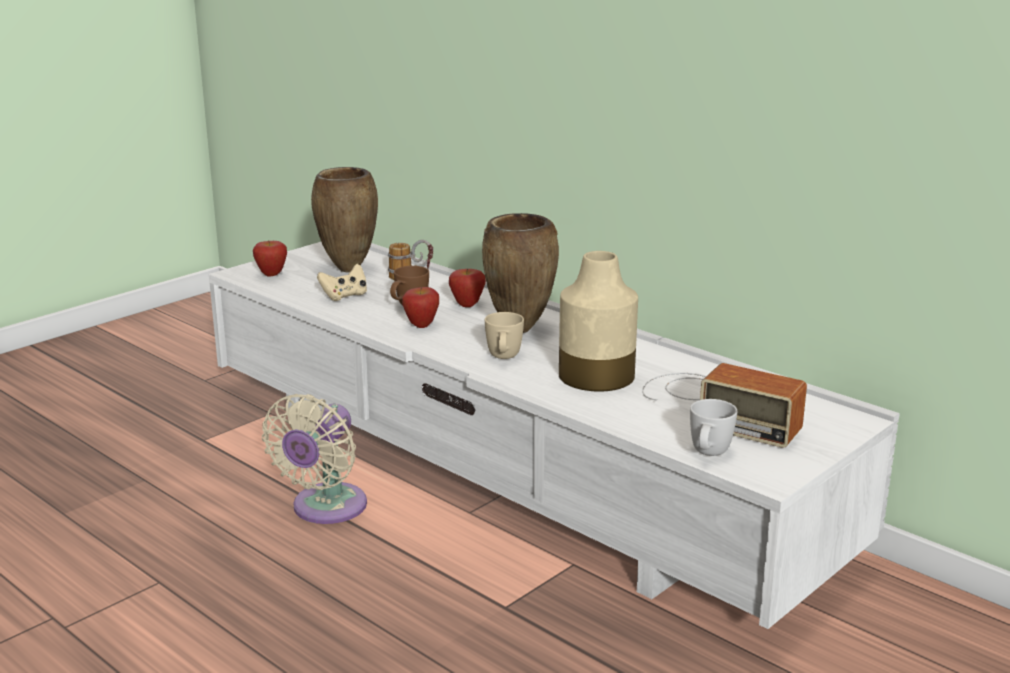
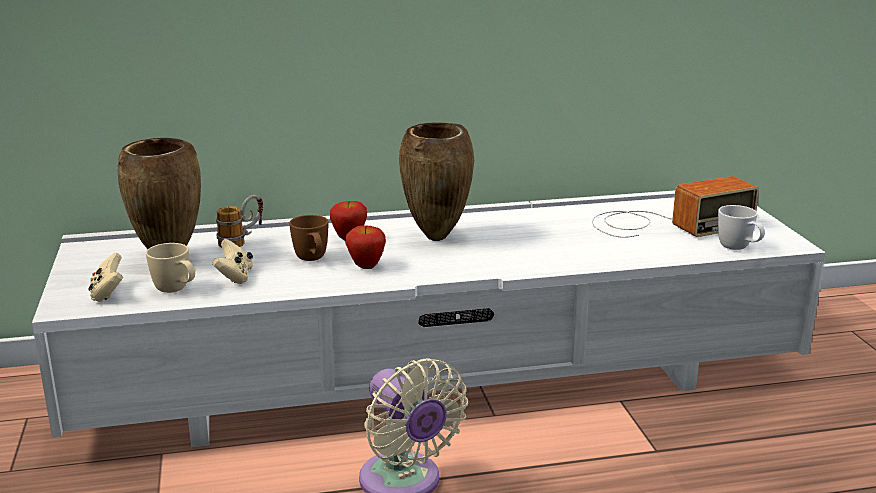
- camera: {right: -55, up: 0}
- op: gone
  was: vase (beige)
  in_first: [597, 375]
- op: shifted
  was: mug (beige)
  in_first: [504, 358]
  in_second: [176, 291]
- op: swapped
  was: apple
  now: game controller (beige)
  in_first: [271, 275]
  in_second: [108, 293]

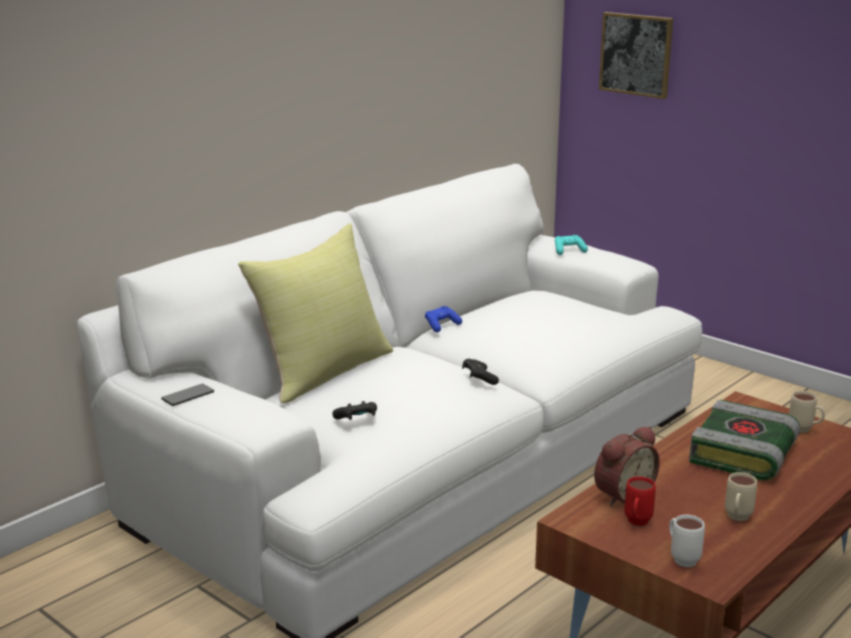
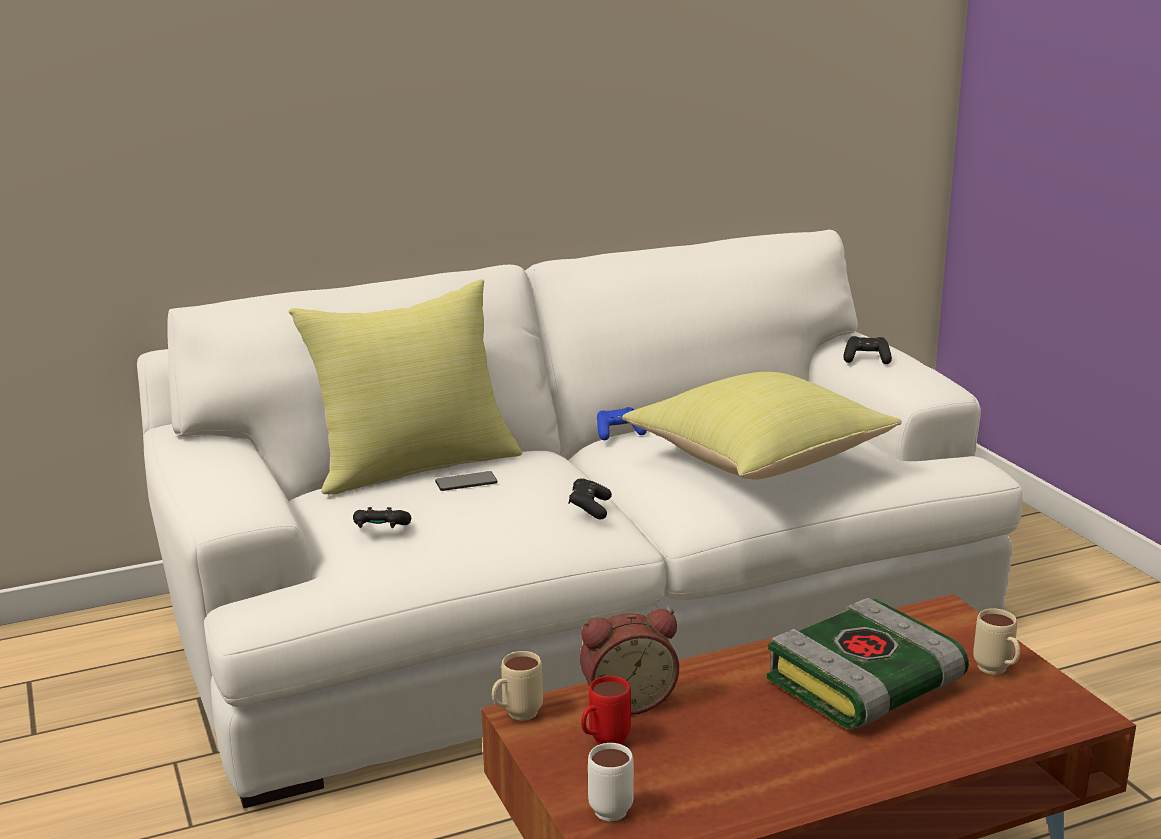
- camera: {right: 25, up: 0}
- op: gone
  was: picture
  in_first: [636, 54]
- op: new
  now: pillow (yellow)
  in_second: [758, 459]
- op: shifted
  was: phone
  in_first: [188, 396]
  in_second: [466, 482]
- op: shifted
  was: mug (beige)
  in_first: [737, 519]
  in_second: [516, 716]
- op: repainted
  was: game controller (turquoise)
  now: game controller (black)
  in_first: [569, 251]
  in_second: [866, 359]

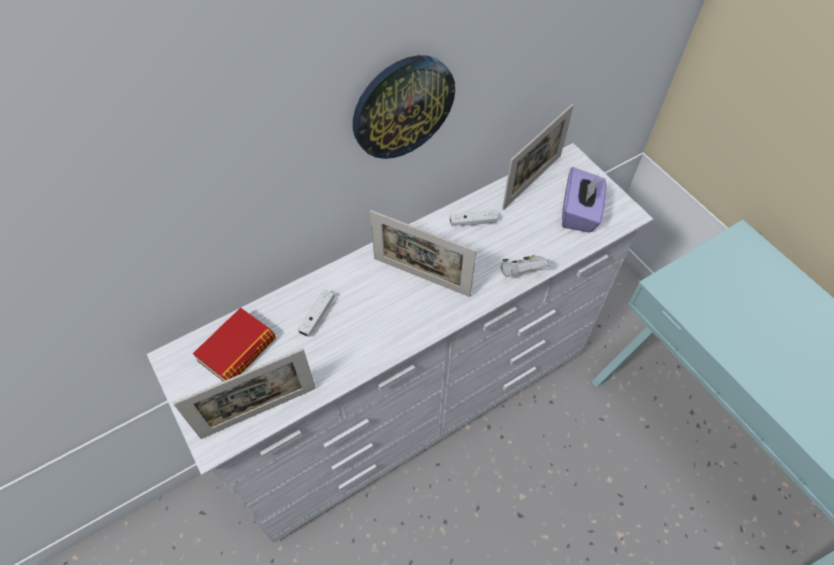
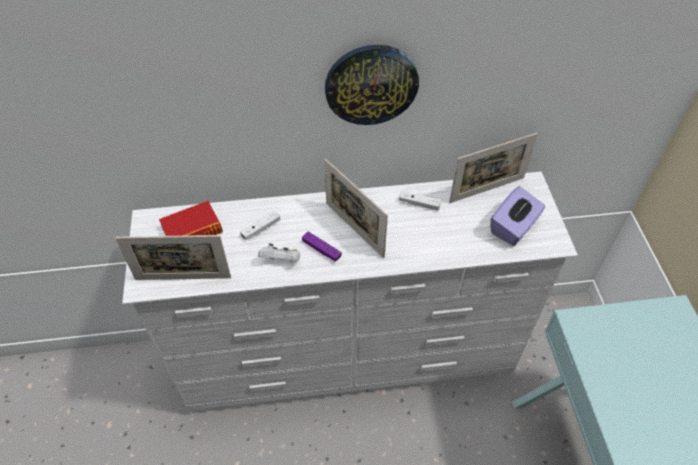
- camera: {right: 25, up: -5}
- op: new
  now: game controller (purple)
  in_second: [321, 250]
- op: shifted
  was: game controller (white)
  in_first: [520, 273]
  in_second: [281, 261]

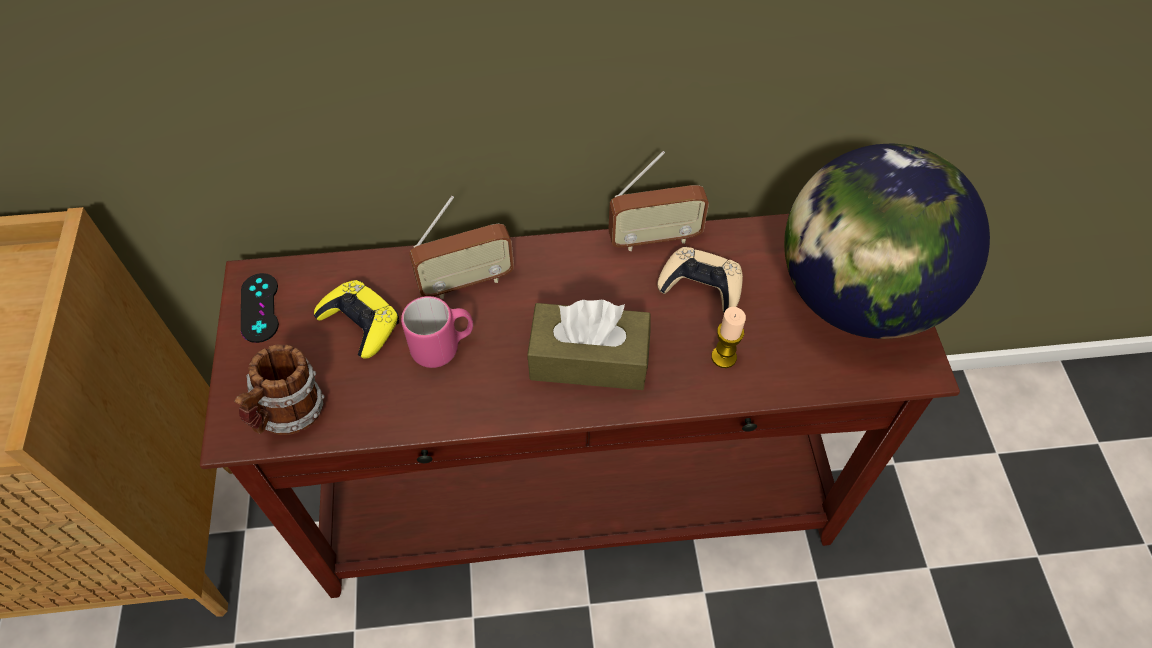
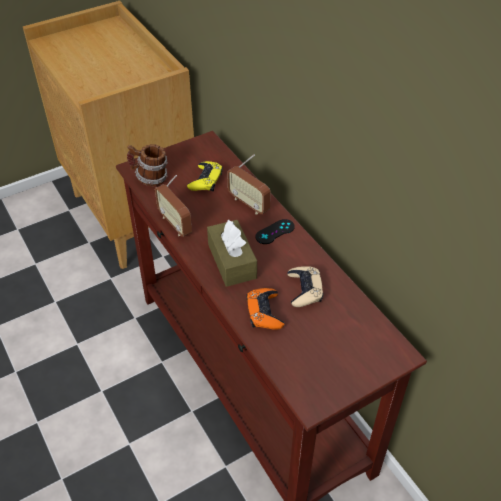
- camera: {right: 65, up: -10}
- op: gone
  was: mug (pink)
  in_first: [443, 347]
- op: gone
  was: globe
  in_first: [856, 297]
- op: shifted
  was: game controller (black)
  in_first: [260, 308]
  in_second: [275, 232]
- op: shifted
  was: radio
  in_first: [654, 239]
  in_second: [175, 224]
- op: swapped
  was: candle
  now: game controller (orange)
  in_first: [723, 357]
  in_second: [264, 312]

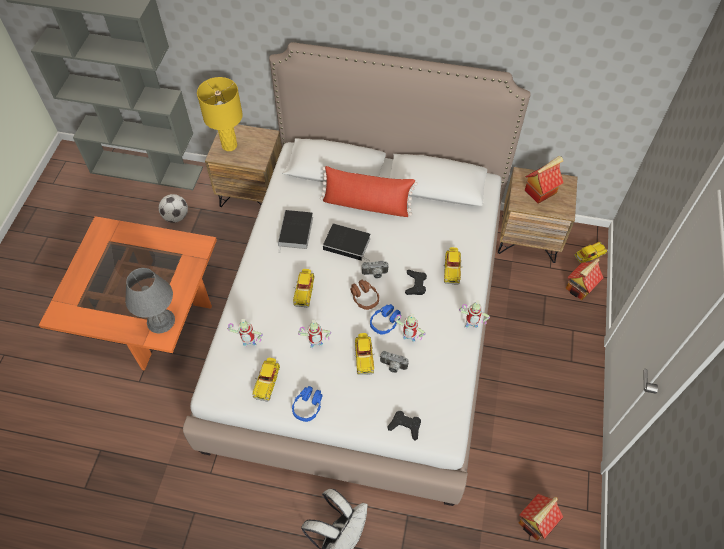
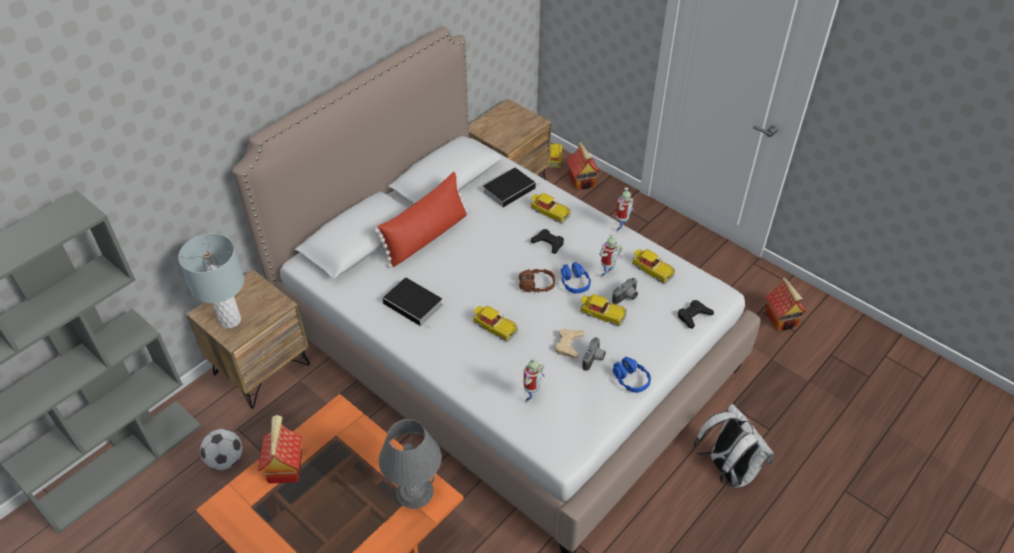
- camera: {right: -60, up: -10}
- op: shifted
  was: toy car
  in_first: [267, 381]
  in_second: [652, 270]
- op: shifted
  was: book
  in_first: [348, 244]
  in_second: [510, 189]
- op: shifted
  was: photo camera
  in_first: [375, 274]
  in_second: [594, 360]
- op: shifted
  was: toy house
  in_first: [540, 191]
  in_second: [284, 466]
- op: swapped
  was: toy robot
  now: game controller (beige)
  in_first: [316, 347]
  in_second: [569, 345]
- op: repainted
  was: table lamp (yellow)
  now: table lamp (grey)
  in_first: [229, 145]
  in_second: [231, 320]

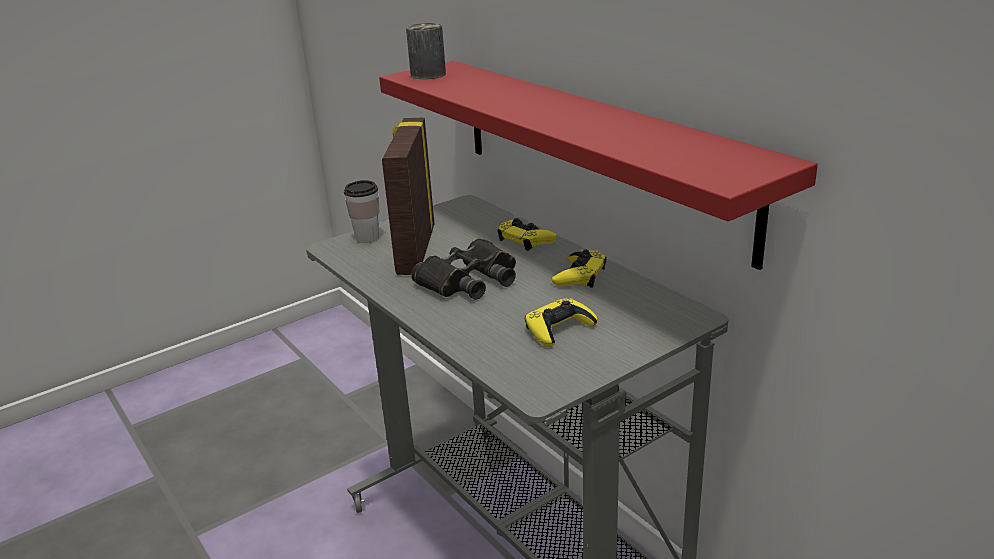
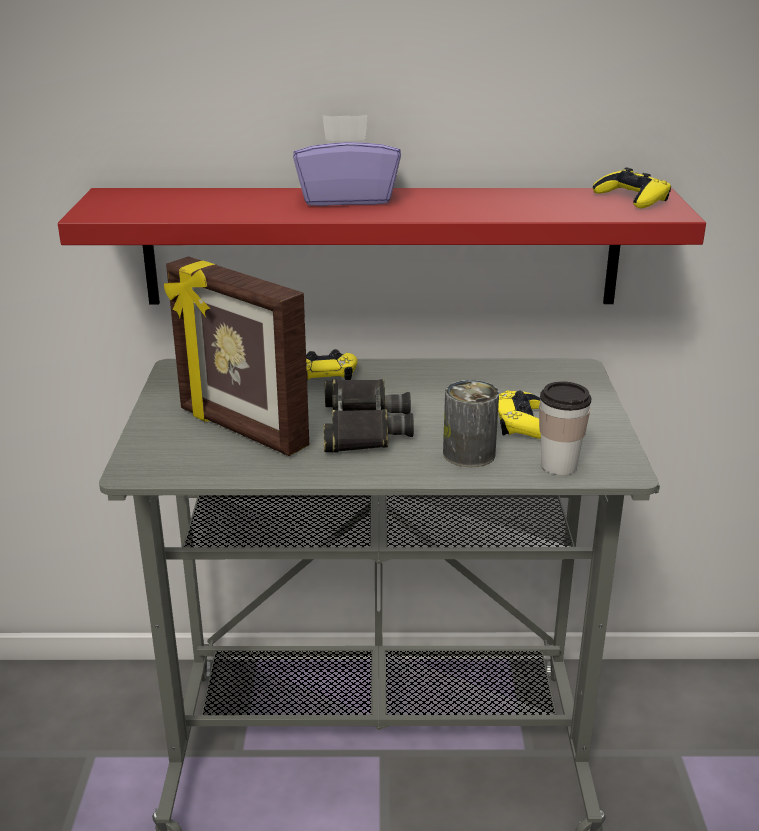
- camera: {right: -55, up: 0}
- op: new
  now: tissue box (purple)
  in_second: [346, 198]
- op: shifted
  was: cup
  in_first: [367, 237]
  in_second: [559, 466]
- op: shifted
  was: can
  in_first: [428, 74]
  in_second: [469, 454]
- op: shifted
  was: game controller (yellow)
  in_first: [580, 275]
  in_second: [632, 198]

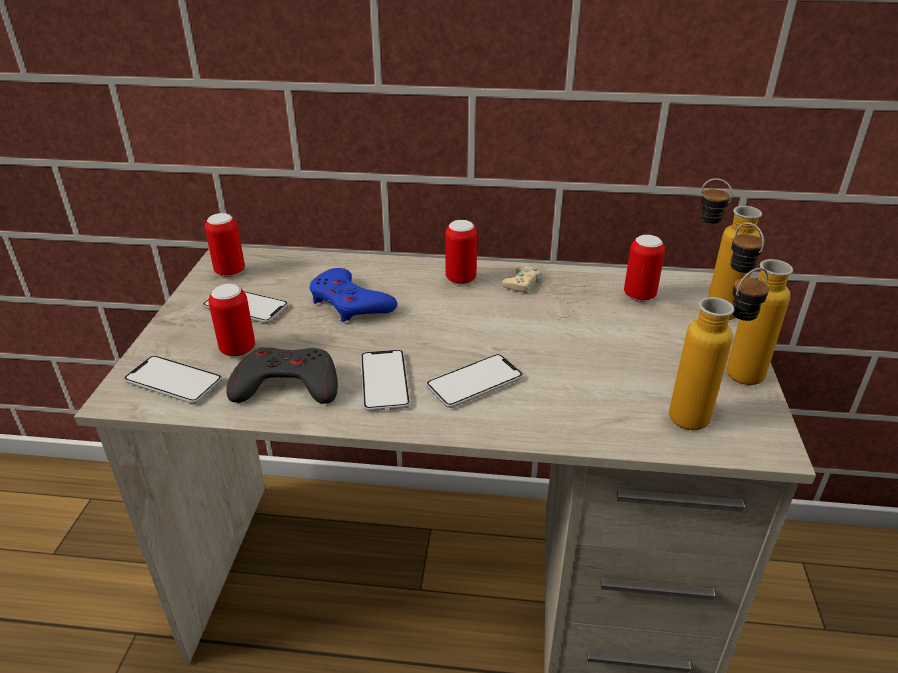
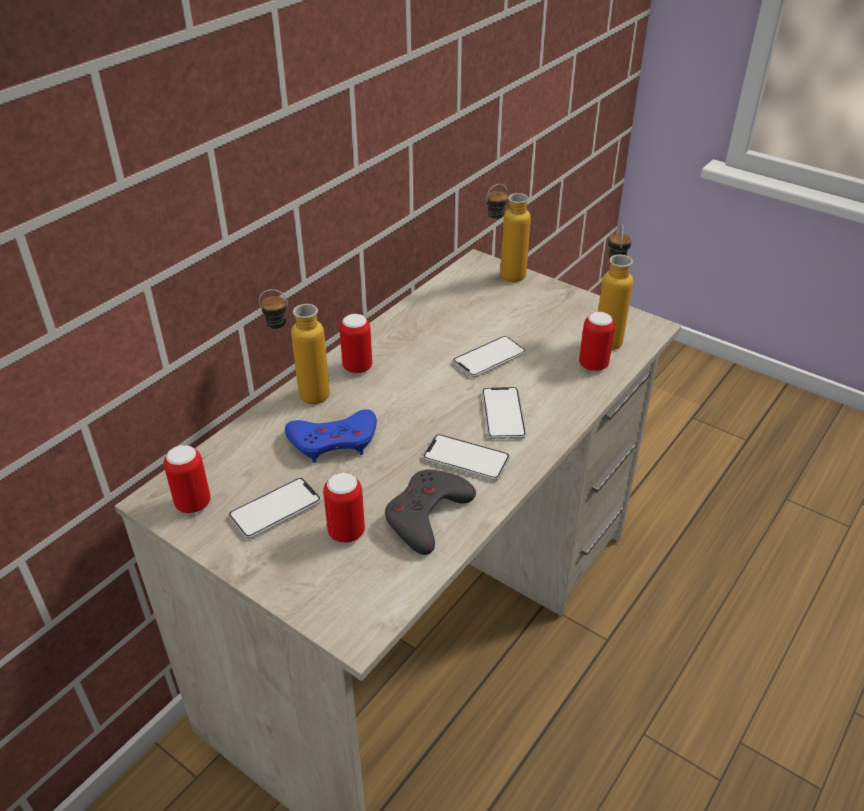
- camera: {right: -60, up: 5}
- op: gone
  was: game controller (beige)
  in_first: [549, 295]
- op: shifted
  was: phone
  in_first: [173, 381]
  in_second: [489, 358]
- op: shifted
  was: can
  in_first: [639, 295]
  in_second: [593, 365]
- op: shifted
  was: bottle
  in_first: [732, 366]
  in_second: [301, 396]

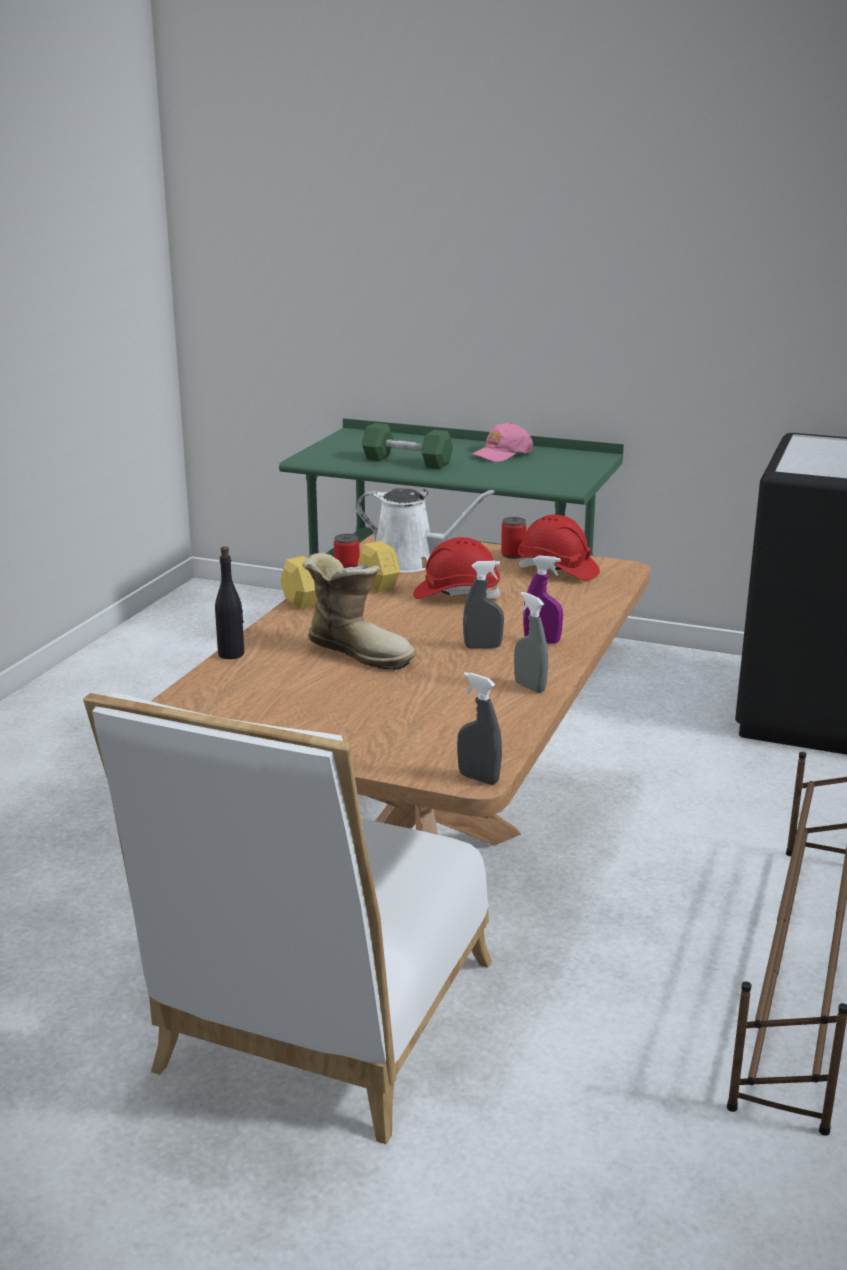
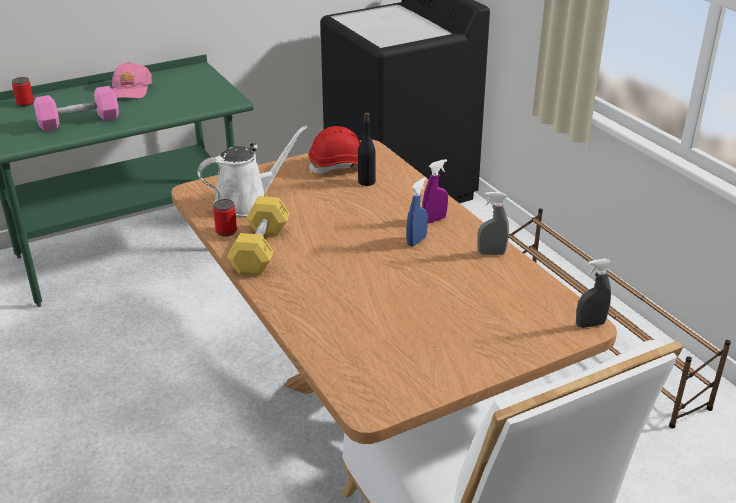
- camera: {right: -50, up: 10}
- op: gone
  was: boot
  in_first: [359, 652]
- op: gone
  was: hard hat (red)
  in_first: [456, 594]
- op: shifted
  was: bottle (black)
  in_first: [231, 654]
  in_second: [366, 182]
- op: shifted
  was: can
  in_first: [513, 555]
  in_second: [25, 103]
- op: repainted
  was: dumbbell (green)
  now: dumbbell (pink)
  in_first: [407, 461]
  in_second: [79, 121]
- op: repainted
  was: spray bottle (grey)
  now: spray bottle (blue)
  in_first: [483, 647]
  in_second: [416, 241]

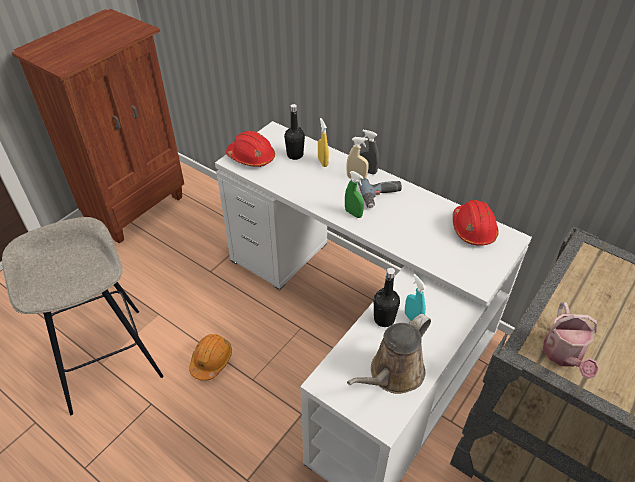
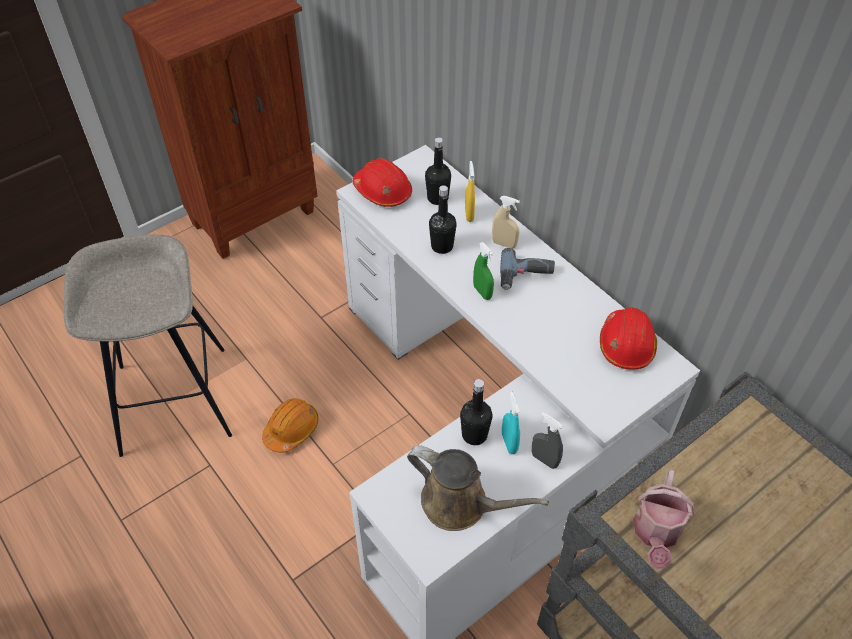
- camera: {right: 15, up: 5}
- op: new
  now: bottle (black)
  in_second: [442, 246]
- op: shifted
  was: spray bottle (grey)
  in_first: [367, 171]
  in_second: [544, 460]
- op: rotated
  was: watering can (brown)
  in_first: [393, 374]
  in_second: [460, 504]
  clockwise: -120

